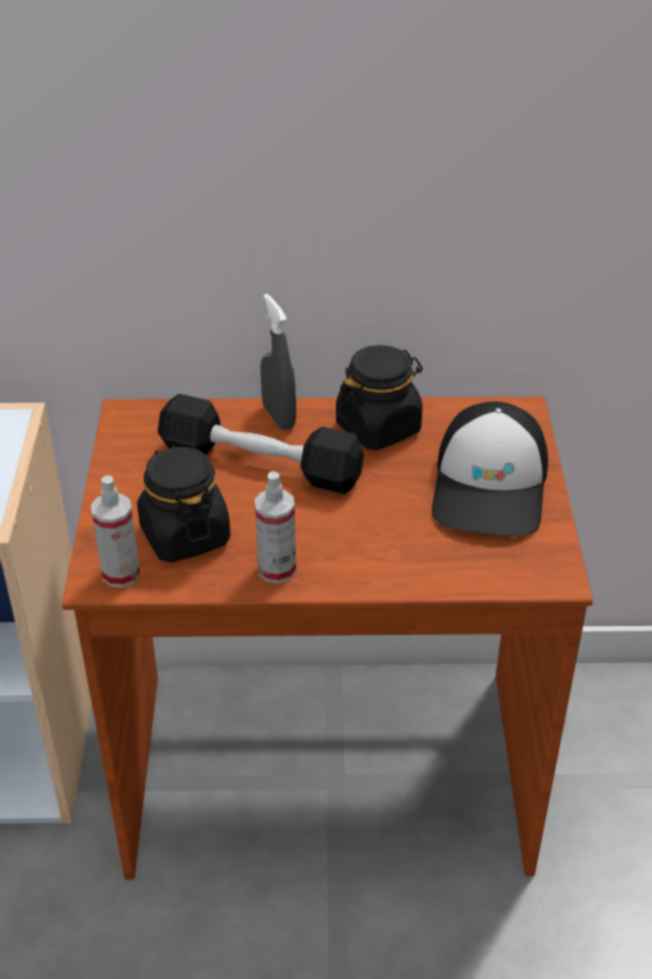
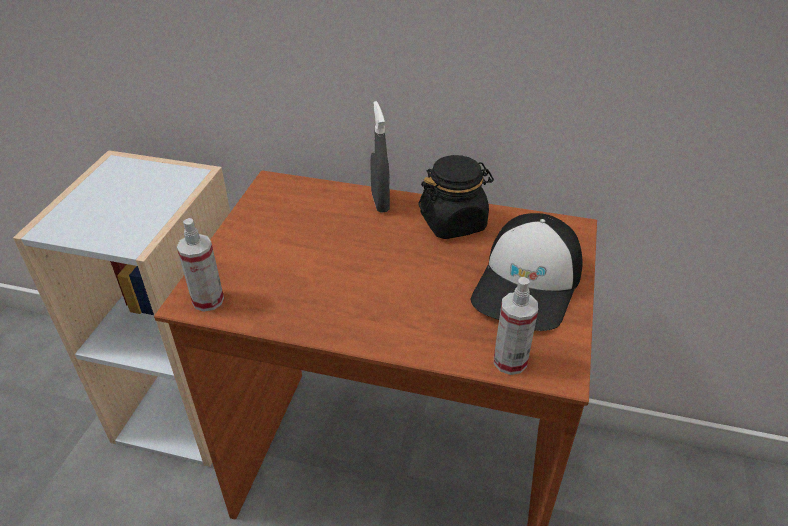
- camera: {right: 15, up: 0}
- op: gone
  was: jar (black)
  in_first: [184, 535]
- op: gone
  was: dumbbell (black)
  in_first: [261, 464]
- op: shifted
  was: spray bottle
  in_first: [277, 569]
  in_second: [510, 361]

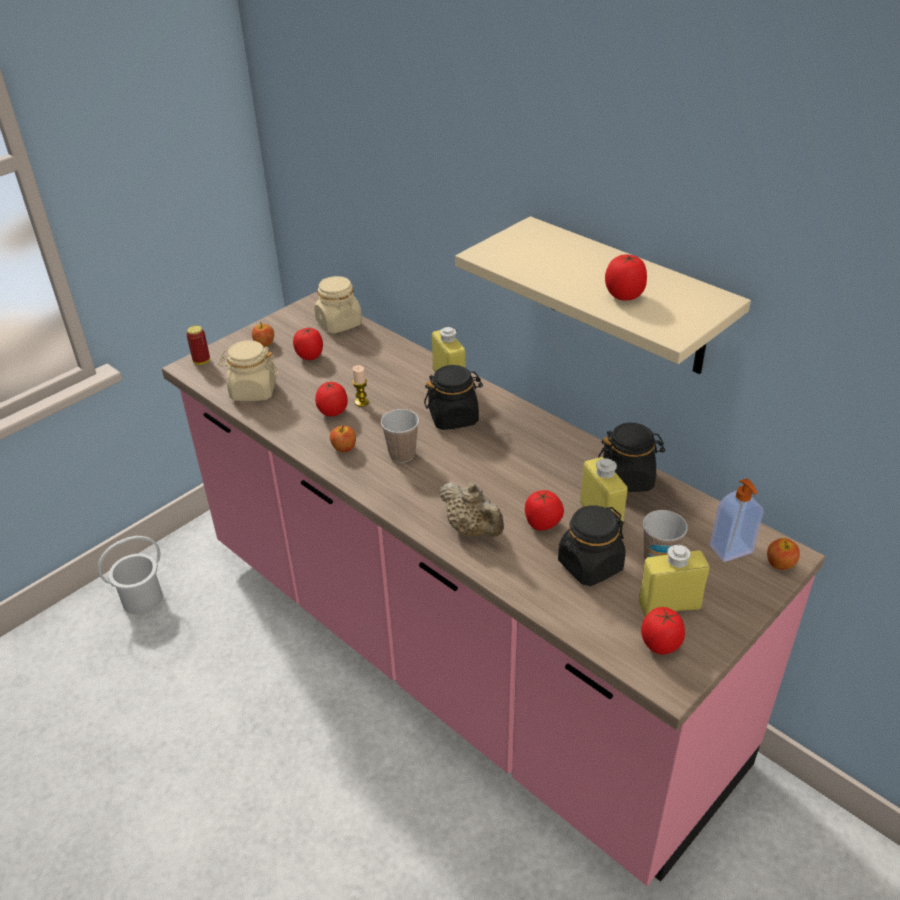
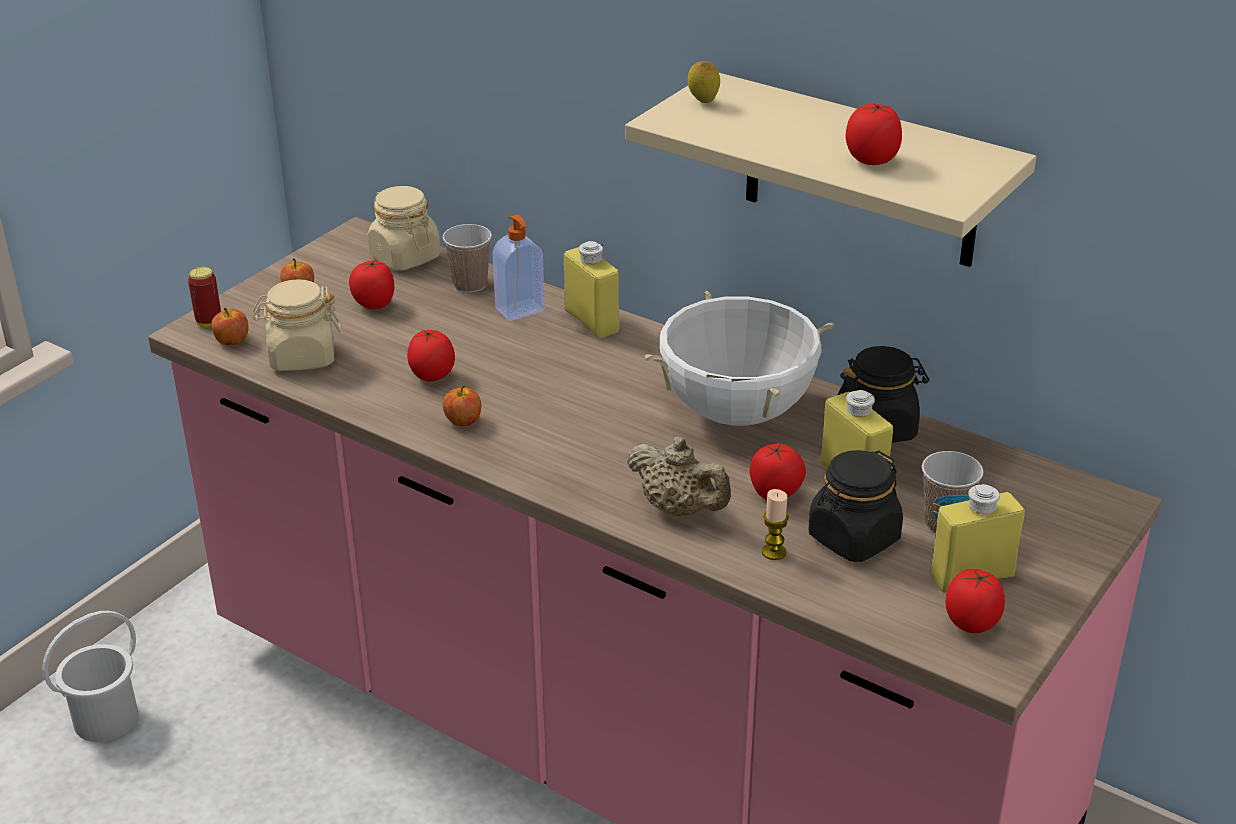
- camera: {right: -10, up: -5}
- op: gone
  was: jar (black)
  in_first: [454, 417]
- op: new
  now: cooking pot (white)
  in_second: [737, 412]
- op: new
  now: lemon
  in_second: [703, 102]
- op: shifted
  was: candle
  in_first: [361, 402]
  in_second: [773, 552]
- op: shifted
  was: cup
  in_first: [402, 455]
  in_second: [470, 285]
- op: shifted
  was: soap dispenser
  in_first: [732, 550]
  in_second: [520, 311]
- op: shifted
  was: apple
  in_first: [780, 564]
  in_second: [232, 341]

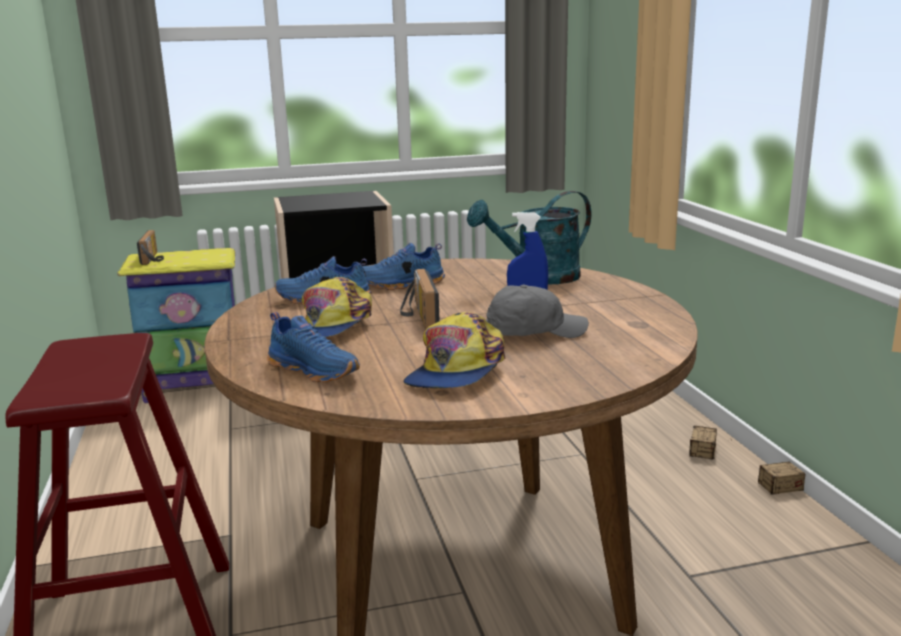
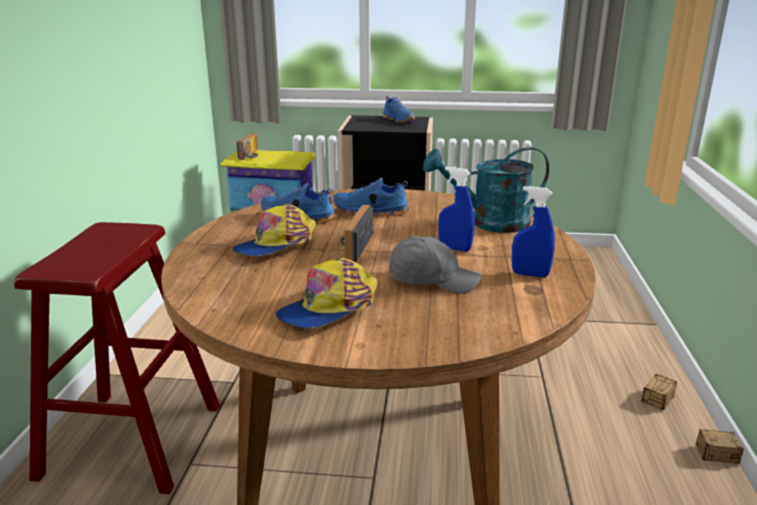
- camera: {right: 20, up: 5}
- op: new
  now: spray bottle (blue)
  in_second: [530, 274]
- op: shifted
  was: shoe (blue)
  in_first: [315, 370]
  in_second: [399, 120]

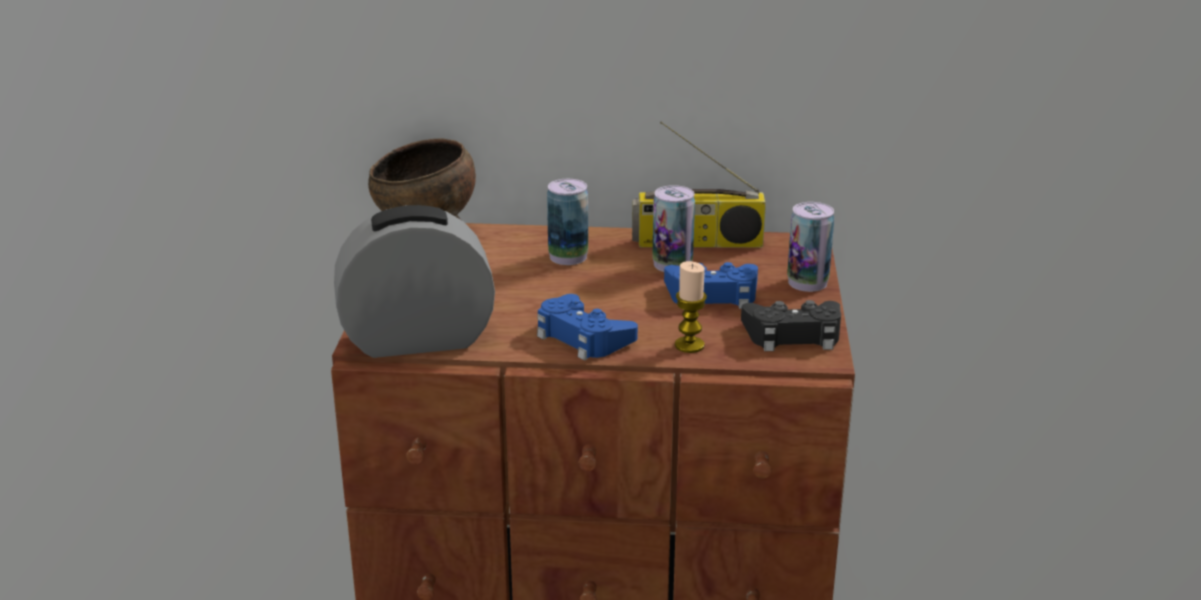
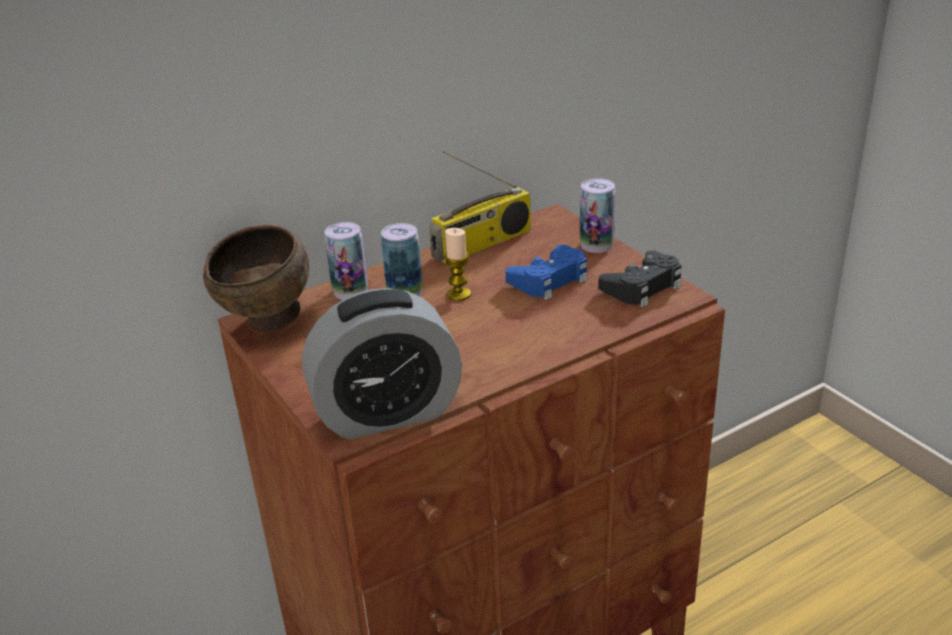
- camera: {right: -35, up: 5}
- op: gone
  was: game controller (blue)
  in_first: [583, 337]
- op: shifted
  was: can
  in_first: [672, 264]
  in_second: [350, 291]
- op: shifted
  was: candle
  in_first: [689, 345]
  in_second: [459, 294]
- op: rotated
  was: alarm clock
  in_first: [417, 340]
  in_second: [387, 413]
  clockwise: -150

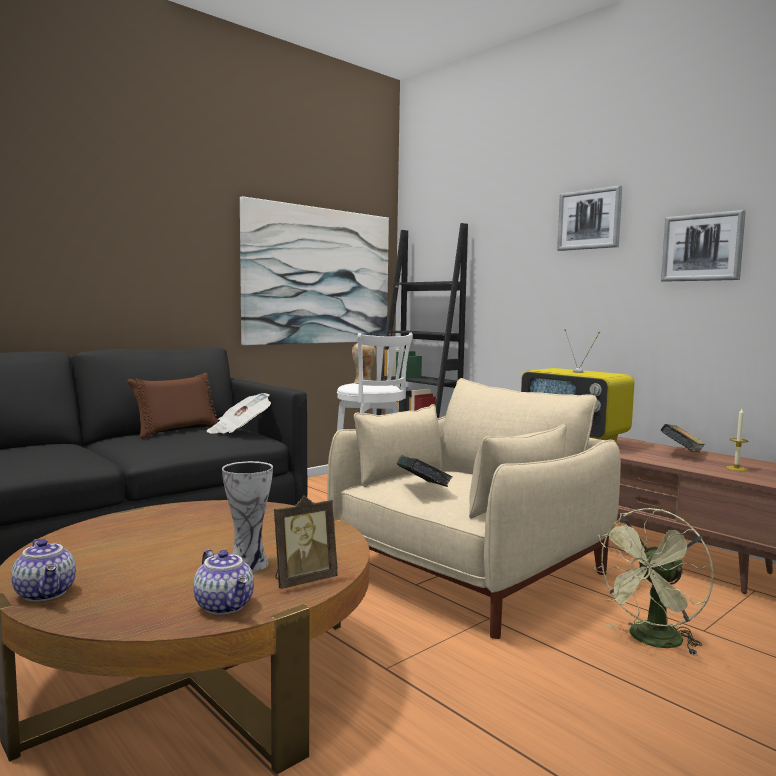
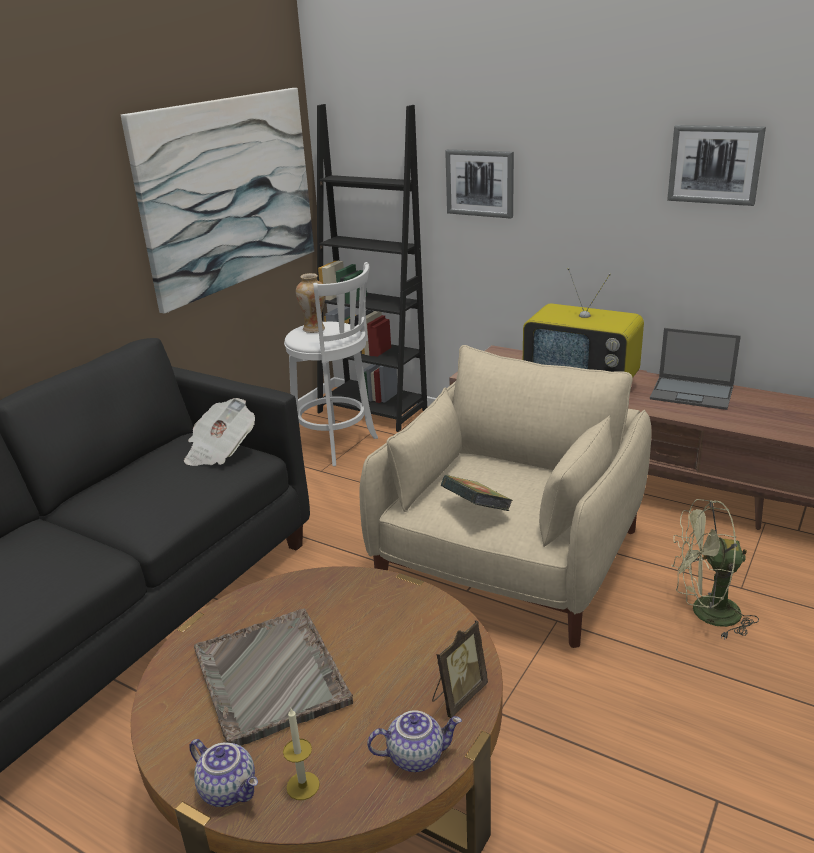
- camera: {right: -15, up: 20}
- op: gone
  was: pillow (brown)
  in_first: [176, 431]
- op: gone
  was: vase
  in_first: [250, 564]
- op: new
  now: tray (grey)
  in_second: [271, 678]
- op: shifted
  was: picture
  in_first: [589, 219]
  in_second: [480, 183]
- op: shifted
  was: candle
  in_first: [736, 468]
  in_second: [303, 786]
- op: swapped
  was: book
  now: laptop
  in_first: [682, 454]
  in_second: [693, 393]
- op: rotated
  was: teapot
  in_first: [226, 606]
  in_second: [416, 755]
  clockwise: -45
- op: rotated
  was: fan (green)
  in_first: [652, 641]
  in_second: [705, 614]
  clockwise: 60

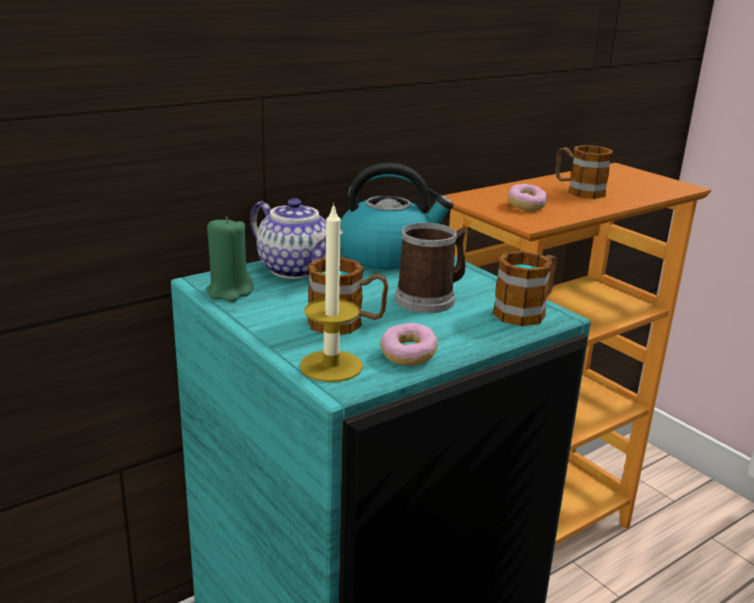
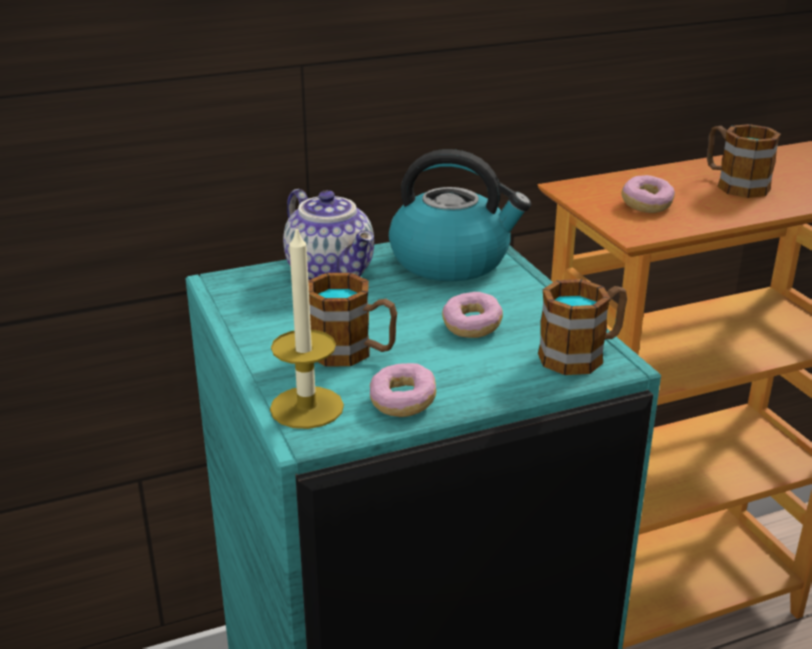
- camera: {right: 15, up: 5}
- op: gone
  was: candle (green)
  in_first: [229, 292]
- op: swapped
  was: mug
  now: donut
  in_first: [431, 299]
  in_second: [471, 327]

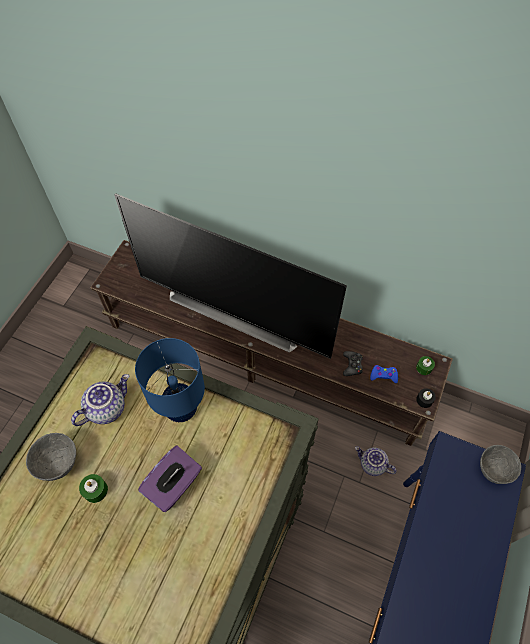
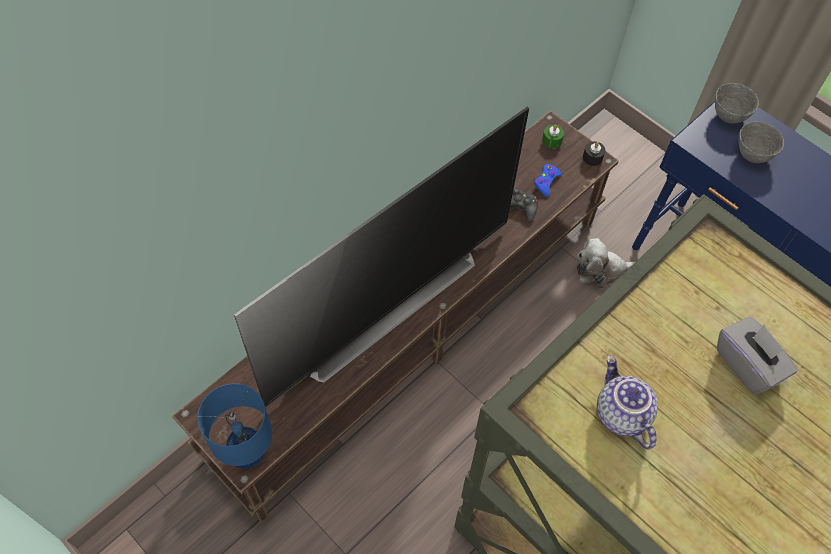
- camera: {right: -70, up: 0}
- op: gone
  was: candle (green)
  in_first: [95, 490]
- op: shifted
  was: bowl (grey)
  in_first: [58, 463]
  in_second: [752, 155]
- op: shifted
  was: table lamp (blue)
  in_first: [182, 410]
  in_second: [250, 453]
- op: swapped
  was: teapot
  now: plush toy
  in_first: [372, 465]
  in_second: [601, 270]
- op: repainted
  was: tissue box (purple)
  now: tissue box (grey)
  in_first: [174, 485]
  in_second: [748, 364]

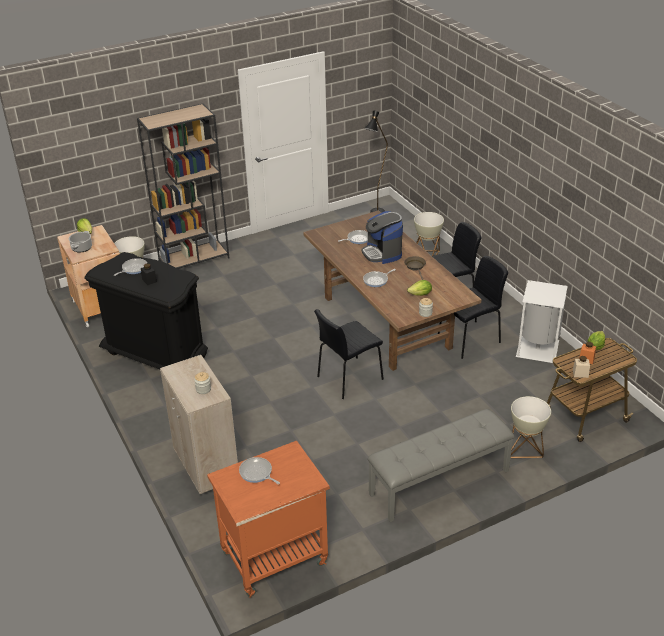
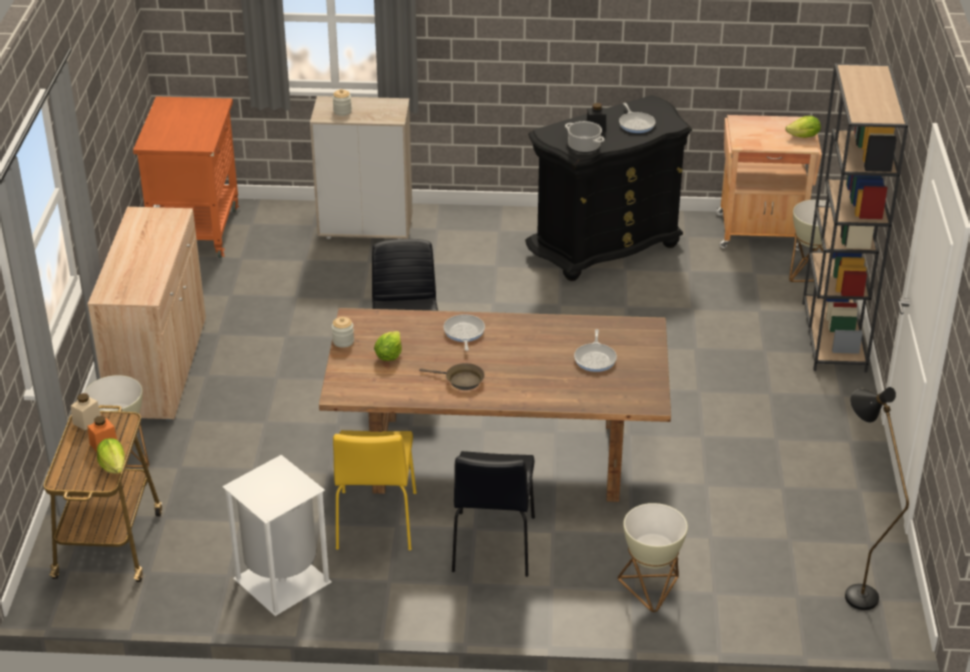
- camera: {right: 120, up: 0}
- op: gone
  was: frying pan
  in_first: [257, 473]
- op: gone
  was: coffee machine
  in_first: [382, 253]
- op: shifted
  was: cooking pot
  in_first: [82, 248]
  in_second: [584, 147]
- op: swapped
  was: bench (grey)
  now: cabinet (beige)
  in_first: [439, 483]
  in_second: [159, 367]
- op: repainted
  was: chair (black)
  now: chair (yellow)
  in_first: [470, 338]
  in_second: [376, 523]

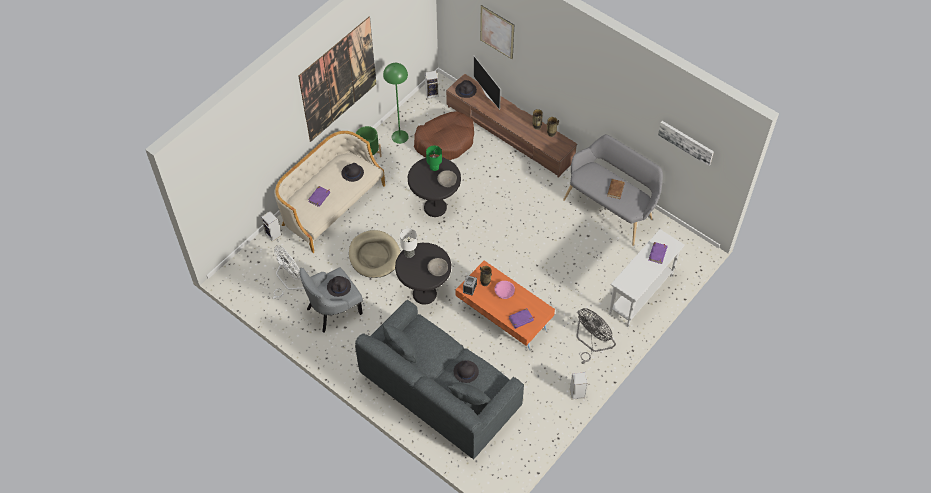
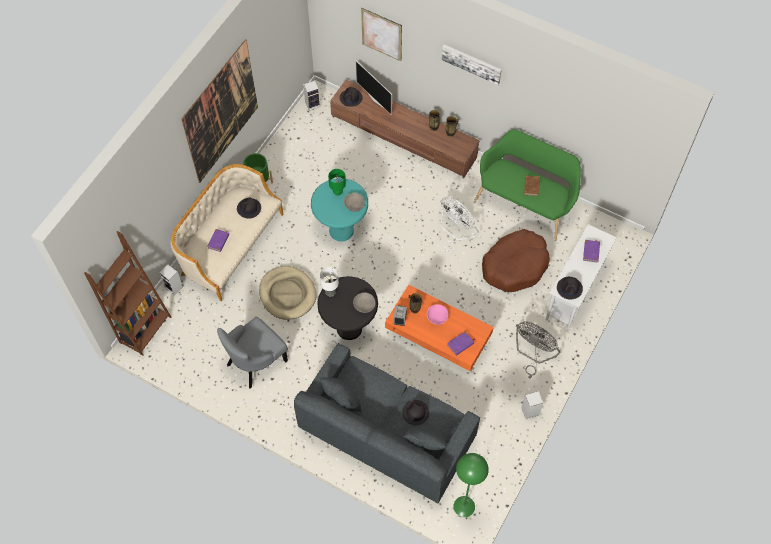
- camera: {right: -10, up: 5}
- op: new
  now: bookcase (brown)
  in_second: [145, 329]
- op: shifted
  was: fan (white)
  in_first: [288, 280]
  in_second: [454, 230]
- op: shifted
  was: hat (black)
  in_first: [339, 287]
  in_second: [569, 288]
- op: shifted
  was: floor lamp (green)
  in_first: [399, 136]
  in_second: [464, 506]
- op: shifted
  was: dog bed (brown)
  in_first: [445, 141]
  in_second: [515, 265]
- op: shifted
  was: picture
  in_first: [686, 142]
  in_second: [471, 63]
- op: repainted
  was: side table (black)
  now: side table (turquoise)
  in_first: [435, 207]
  in_second: [341, 231]
- op: repainted
  was: bench (grey)
  now: bench (green)
  in_first: [611, 208]
  in_second: [525, 203]

